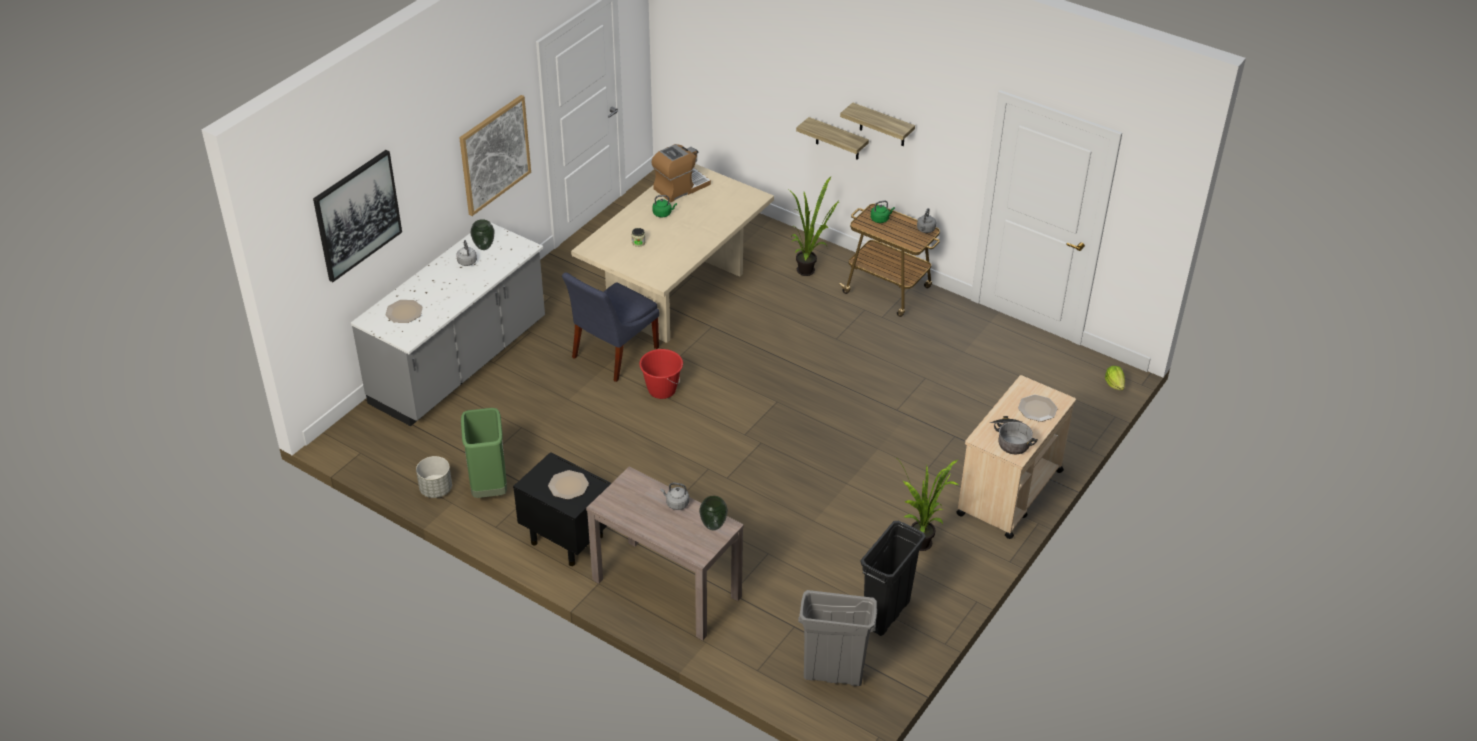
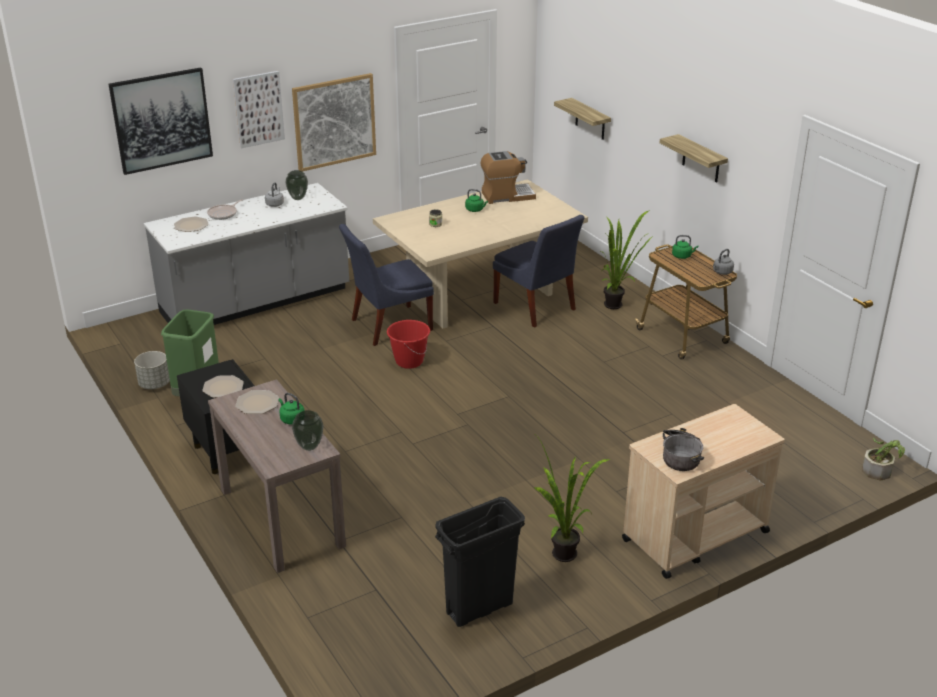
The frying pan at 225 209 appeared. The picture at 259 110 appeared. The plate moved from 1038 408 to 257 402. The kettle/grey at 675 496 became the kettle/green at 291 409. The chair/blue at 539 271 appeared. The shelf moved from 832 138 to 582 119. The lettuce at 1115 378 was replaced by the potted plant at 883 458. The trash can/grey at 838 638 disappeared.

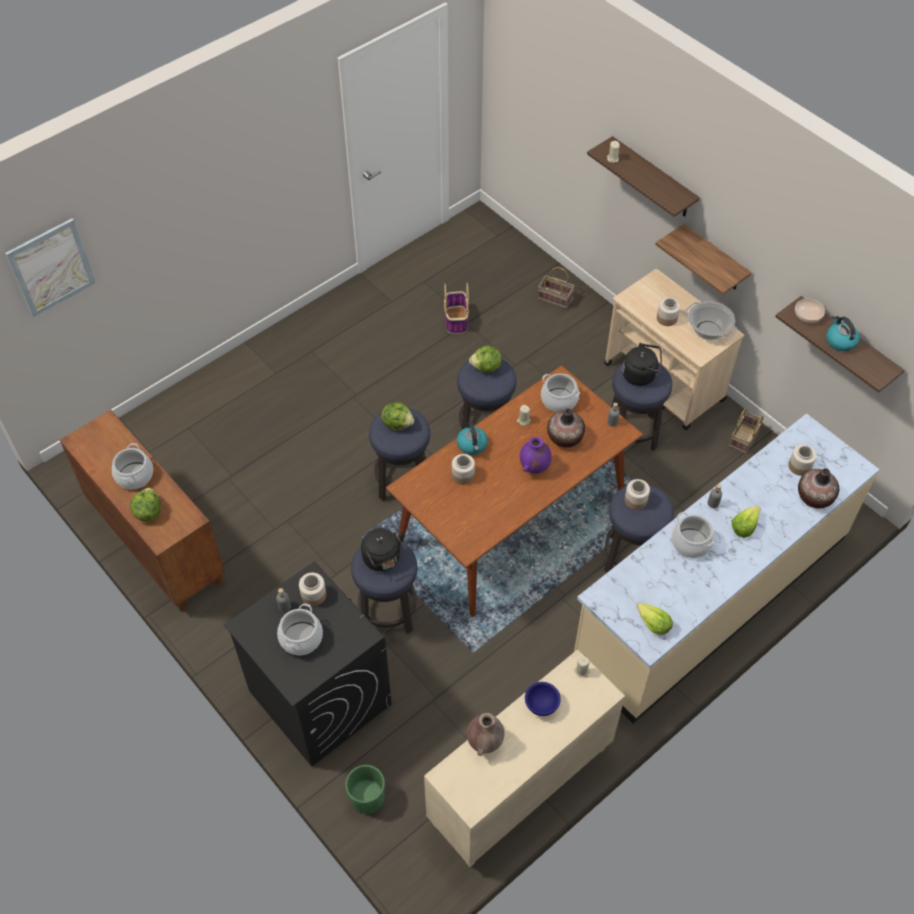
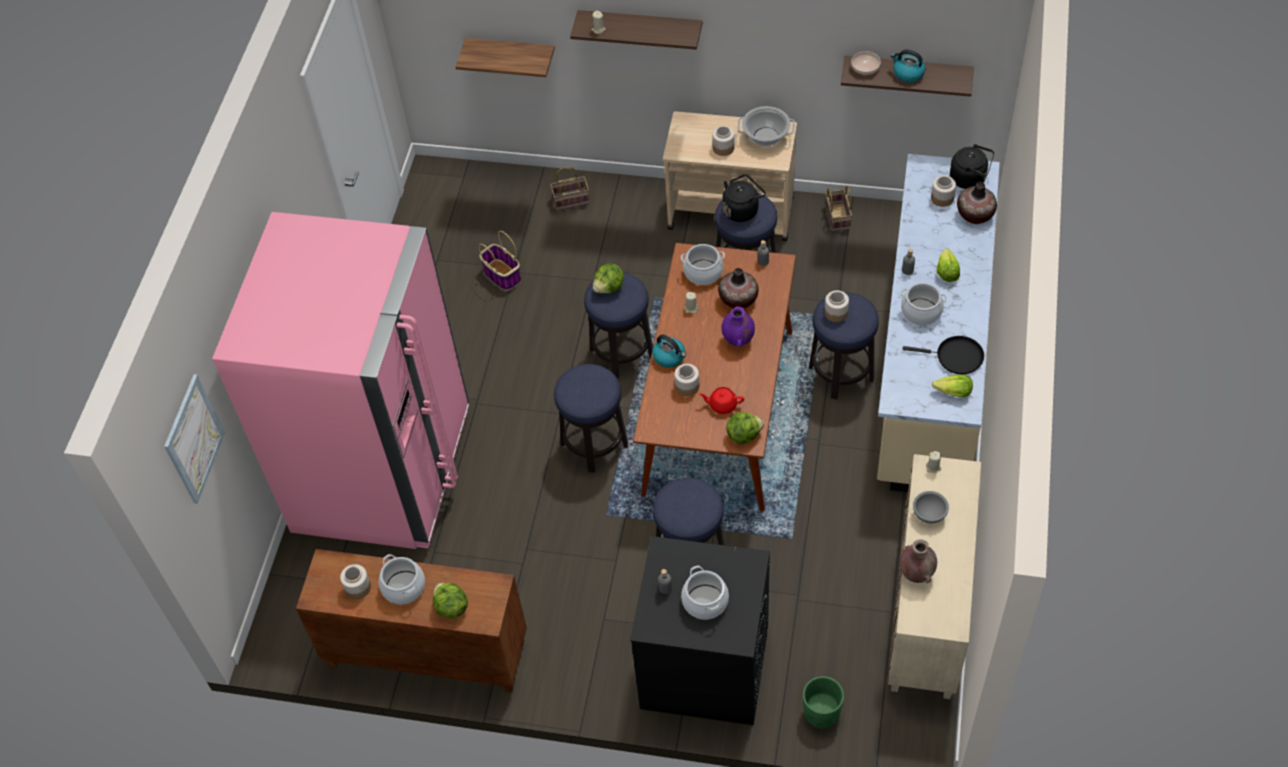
The fridge/pink at 340 380 appeared. The jar moved from 312 589 to 355 581. The shelf moved from 703 259 to 505 57. The teapot/red at 721 400 appeared. The lettuce moved from 397 416 to 745 428. The frying pan/black at 943 355 appeared. The bowl/blue at 543 699 became the bowl/grey at 931 507. The kettle/black moved from 383 549 to 972 166.

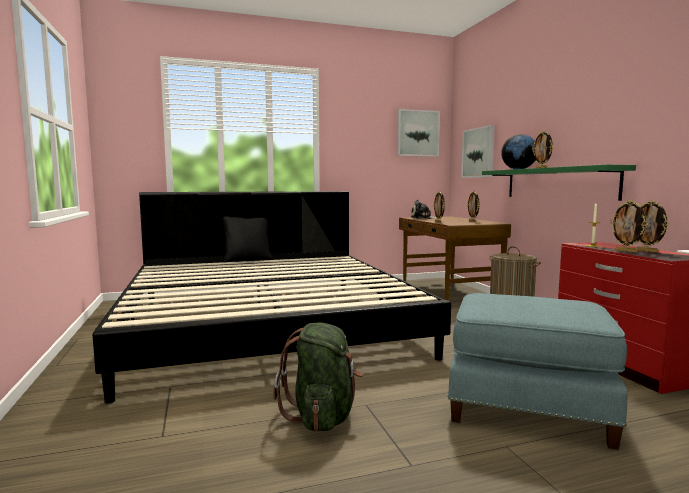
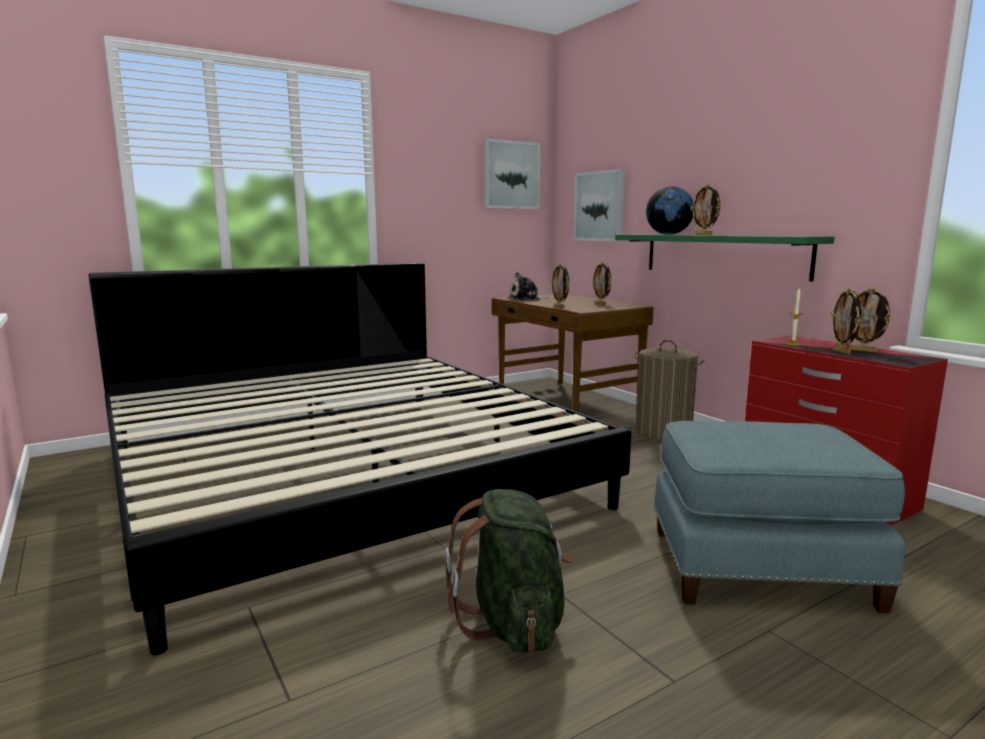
The picture frame at 629 226 turned 45 degrees clockwise. The pillow/black at 248 239 disappeared.

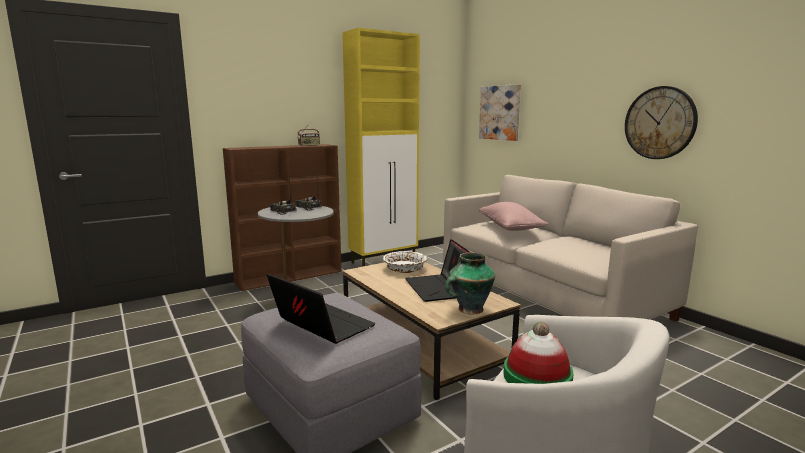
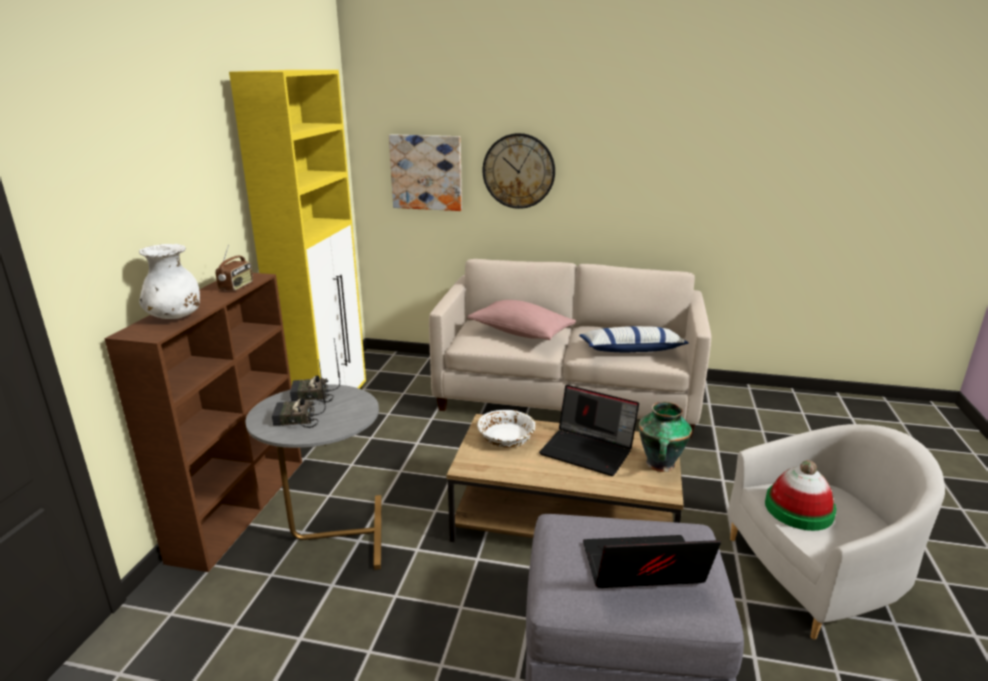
The vase/white at 169 281 appeared. The wall clock moved from 661 122 to 519 171. The pillow at 634 339 appeared.

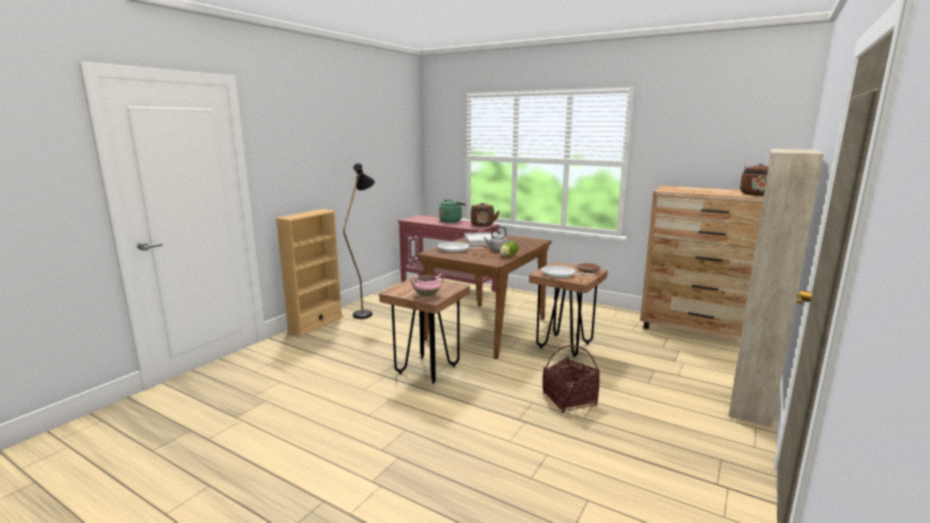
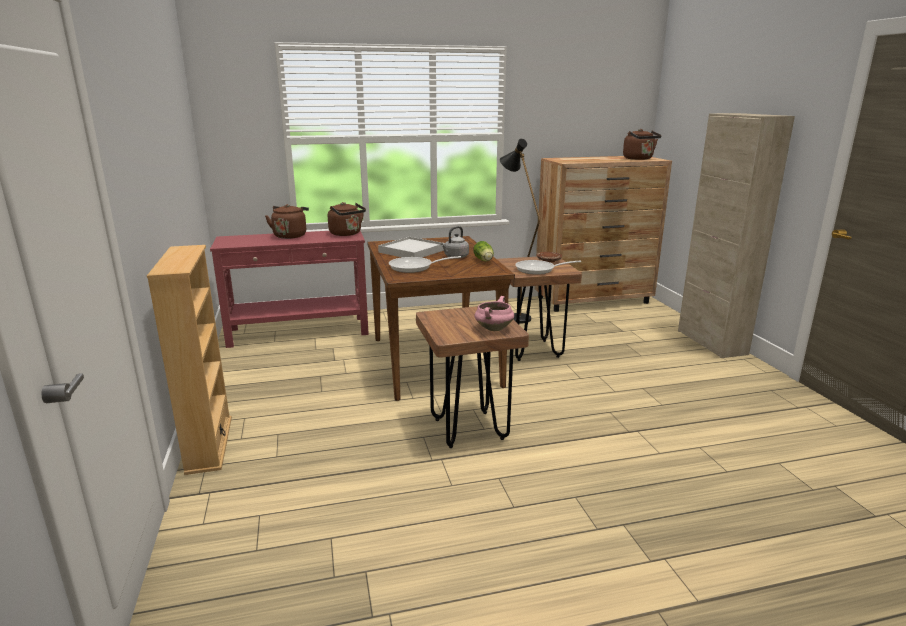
The kettle/green at 452 211 became the kettle/brown at 287 221. The floor lamp/black moved from 359 241 to 520 231. The basket at 571 379 disappeared.

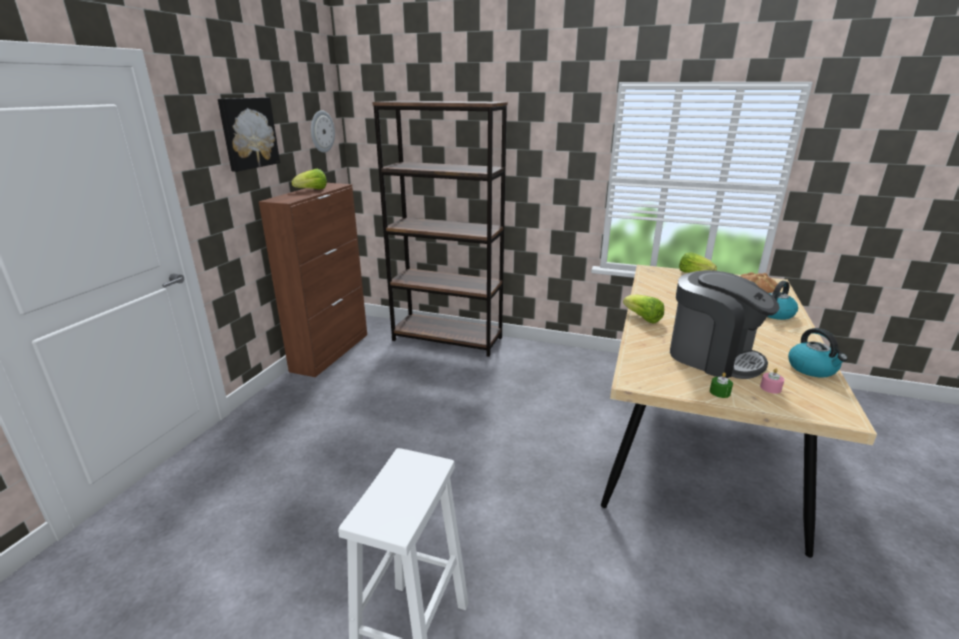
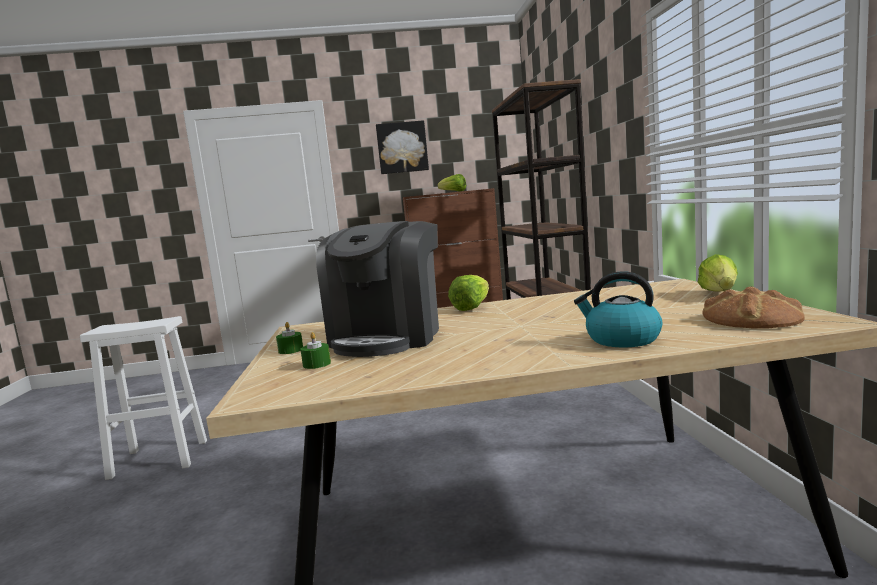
The candle/pink at 772 381 became the candle/green at 315 350. The wall clock at 323 131 disappeared. The kettle at 818 353 disappeared.

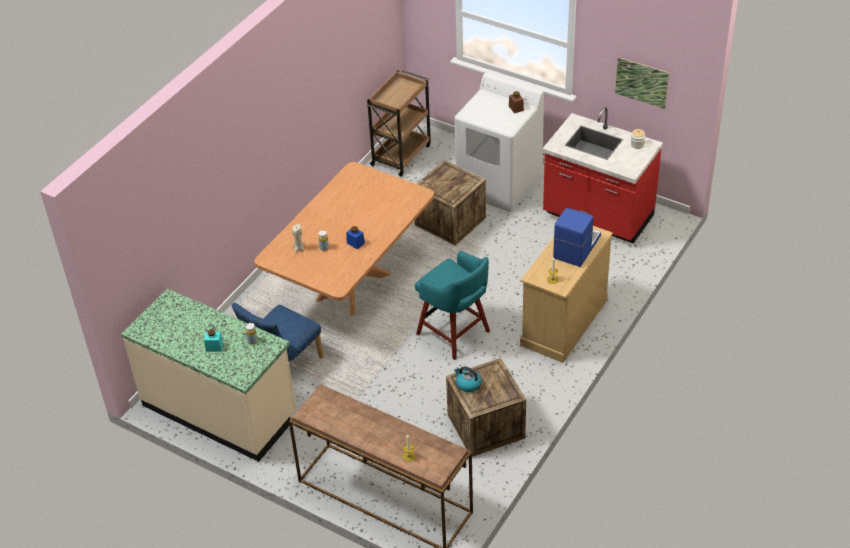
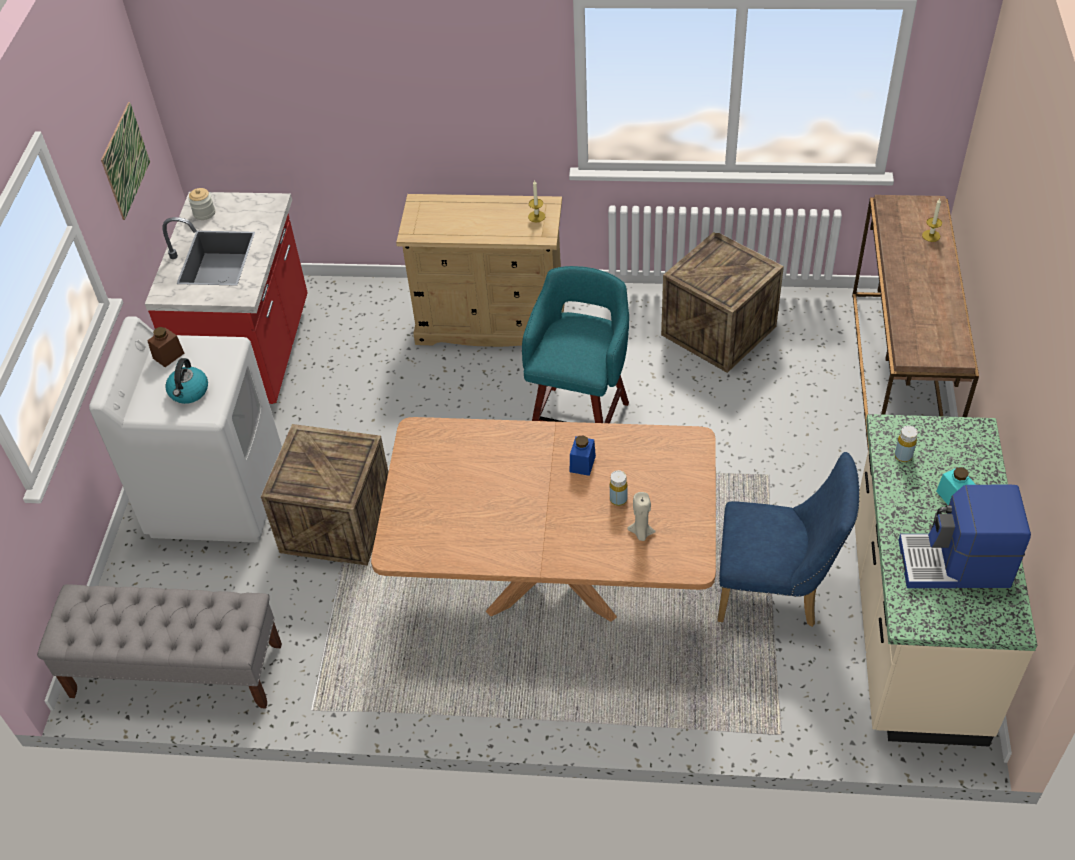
The cart/brown at 399 123 was replaced by the bench/grey at 159 646. The kettle moved from 468 379 to 186 381. The coffee machine moved from 577 237 to 964 536.

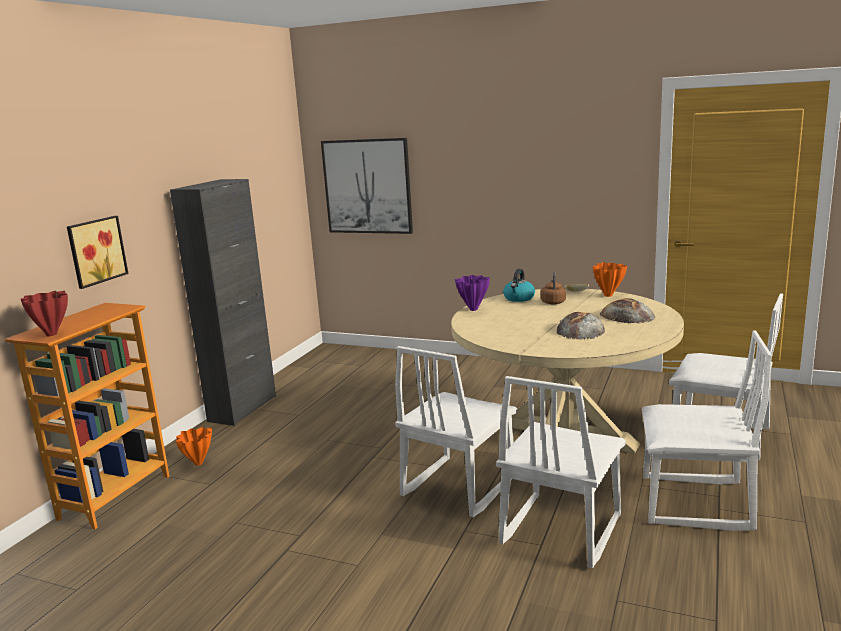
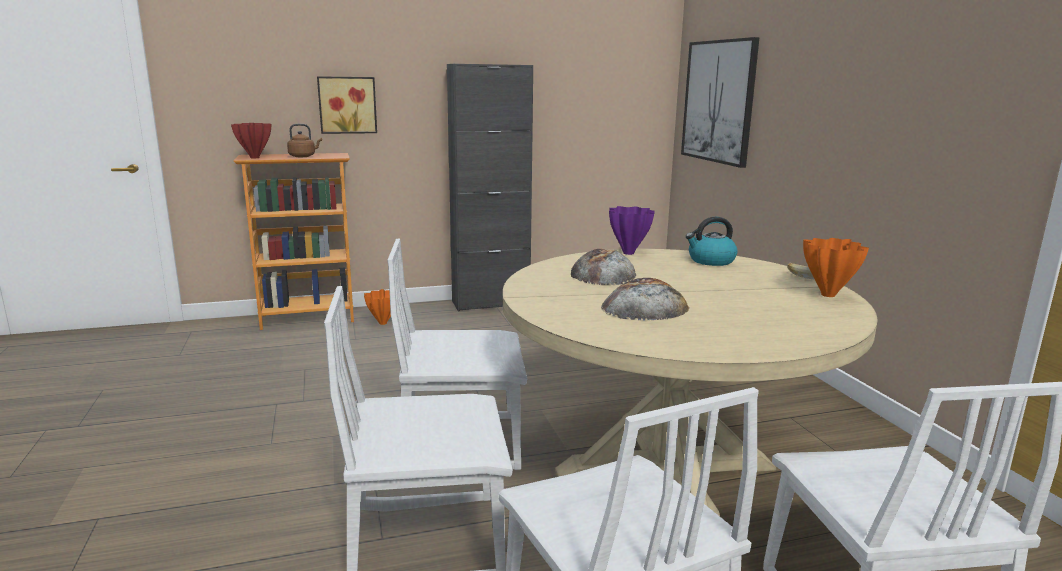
The kettle/brown moved from 553 288 to 304 140. The bread moved from 628 310 to 603 267.

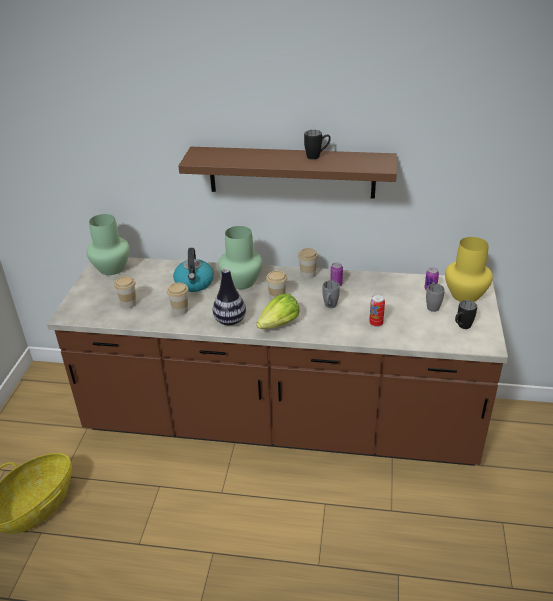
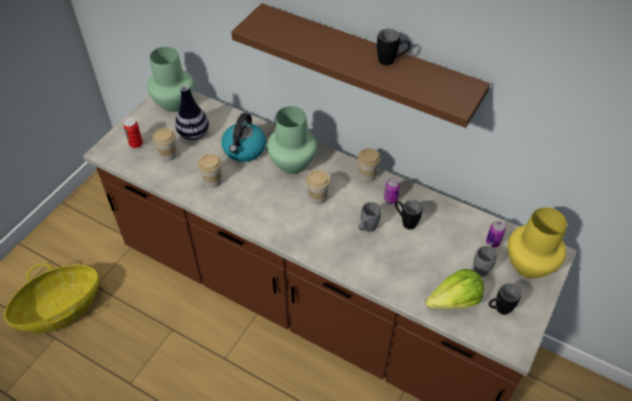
The can moved from 377 311 to 133 133. The vase moved from 229 296 to 192 112. The mug/black at 409 215 appeared. The lettuce moved from 278 311 to 454 289.

